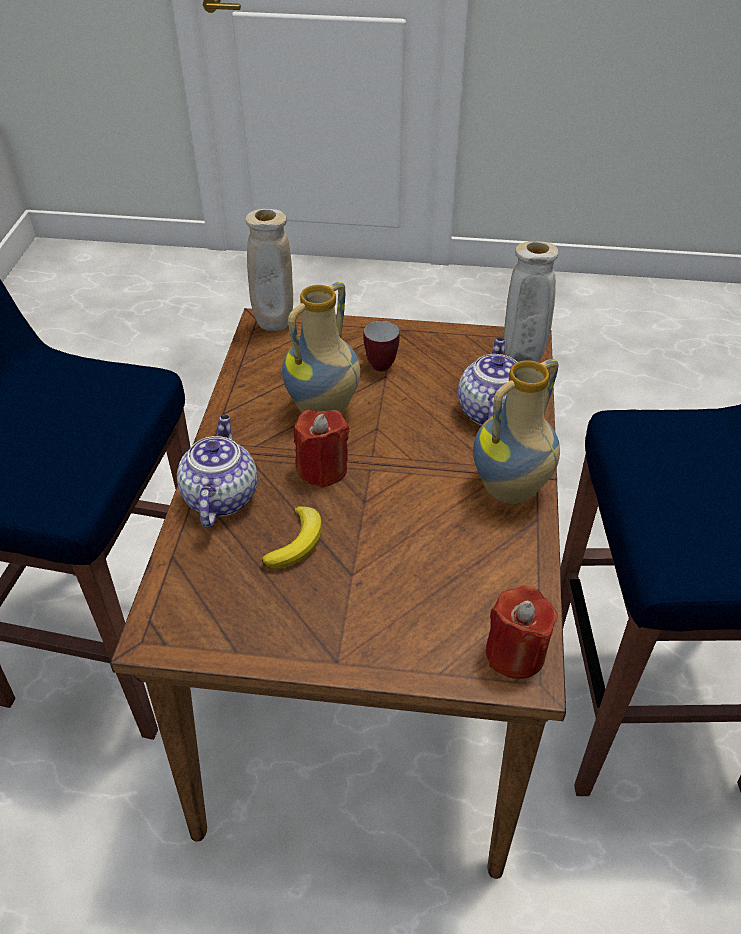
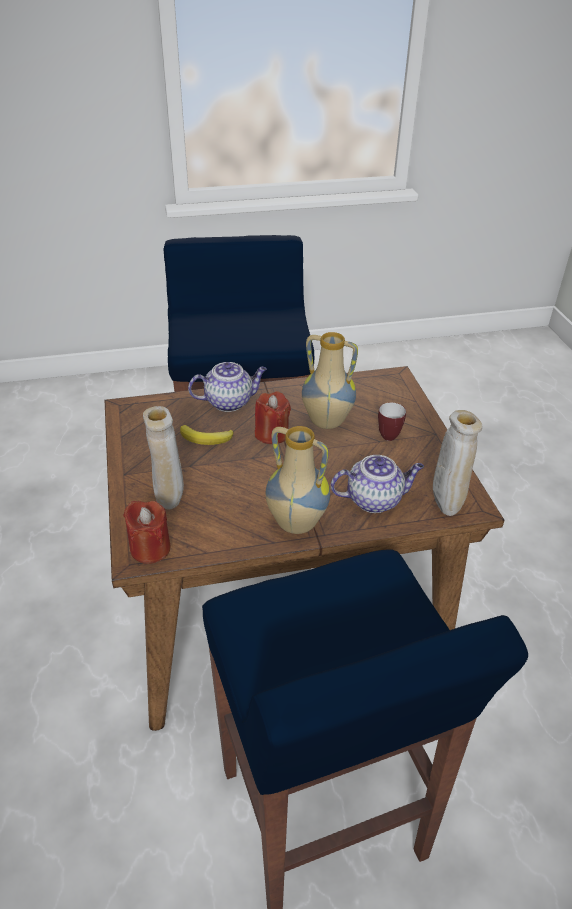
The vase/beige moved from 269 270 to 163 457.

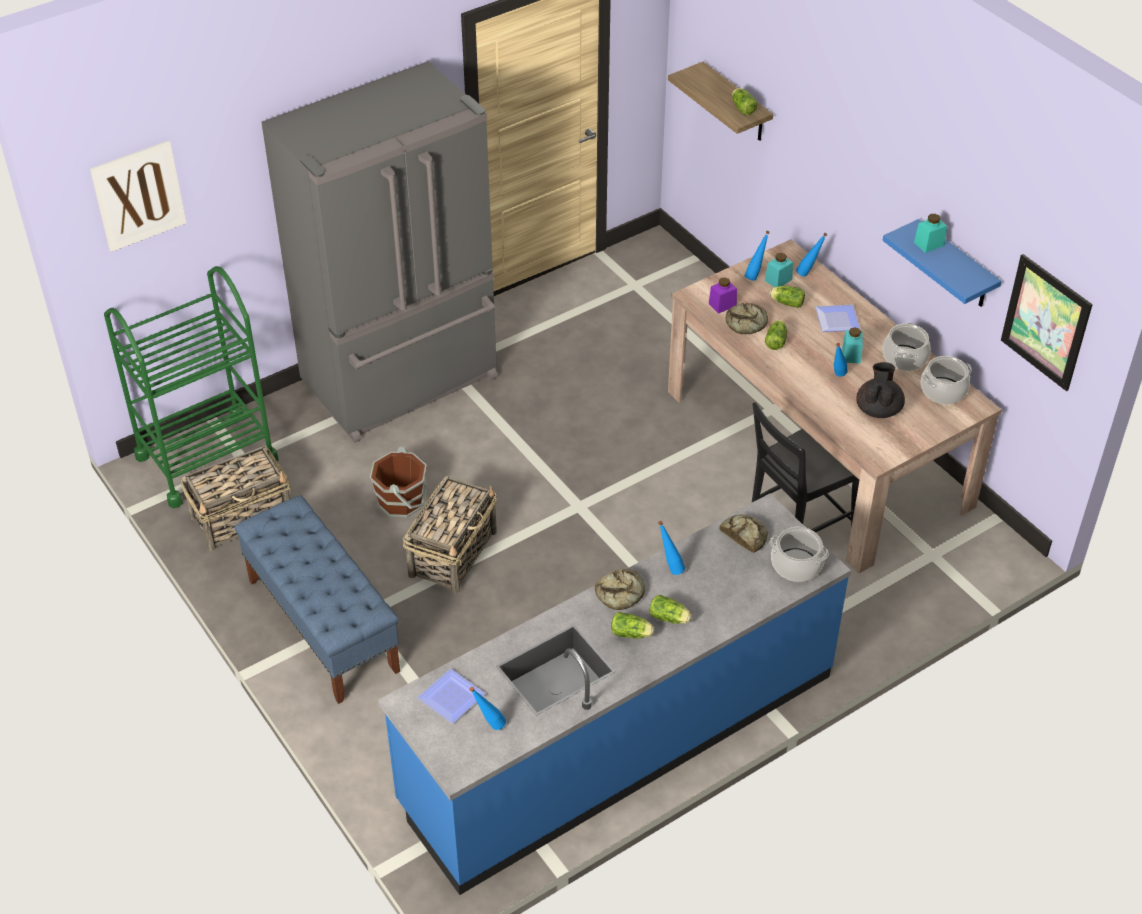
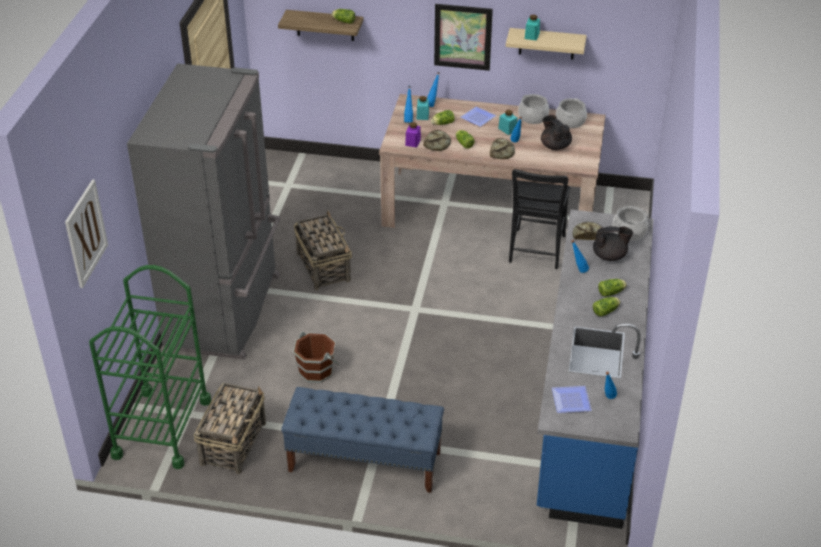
The basket moved from 450 534 to 323 250. The picture moved from 1047 322 to 463 37. The bread moved from 620 589 to 502 148. The shelf/blue at 942 263 became the shelf/beige at 546 43. The teapot/black at 613 243 appeared.

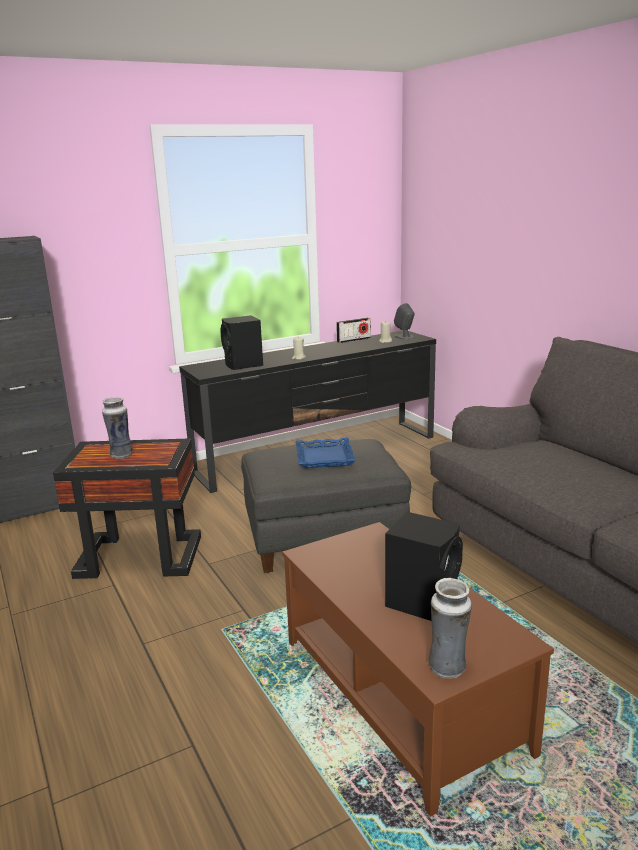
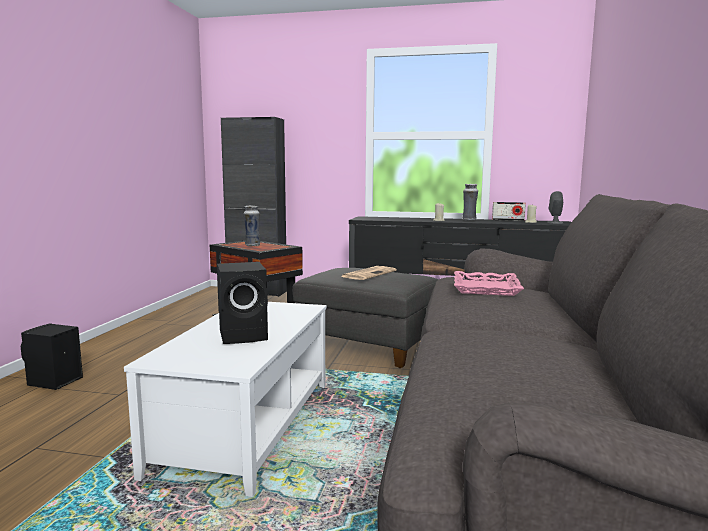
The speaker/black moved from 241 342 to 52 356. The coffee table/brown at 418 669 became the coffee table/white at 225 399. The tray/blue at 325 453 was replaced by the newspaper at 368 273. The tray/pink at 489 283 appeared. The vase moved from 450 628 to 470 202.

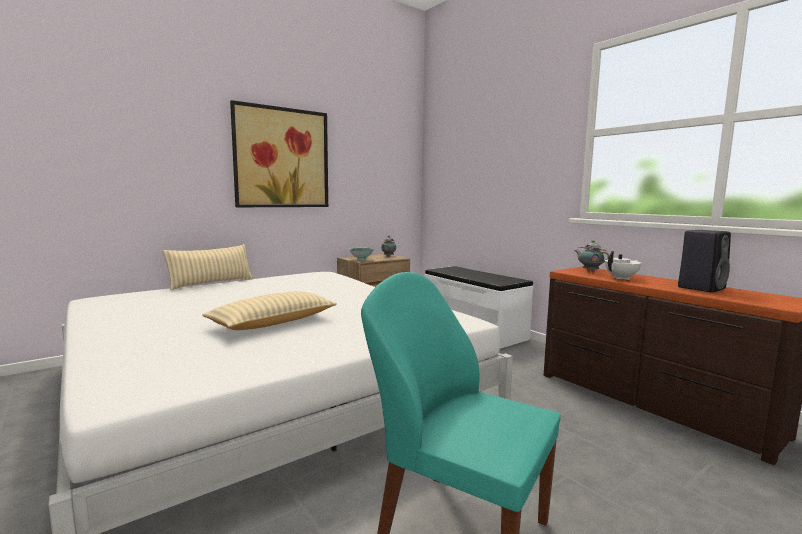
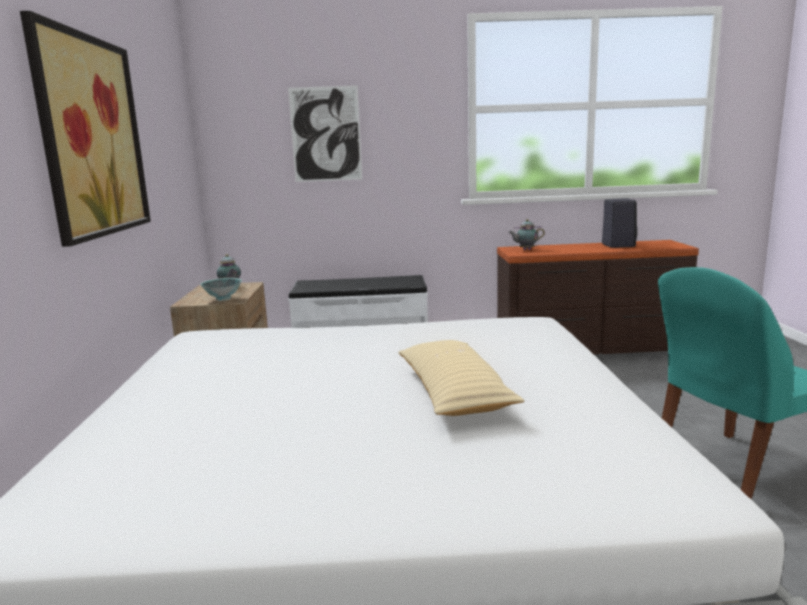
The picture at 325 133 appeared. The pillow/beige at 207 267 disappeared. The teapot/white at 623 265 disappeared.

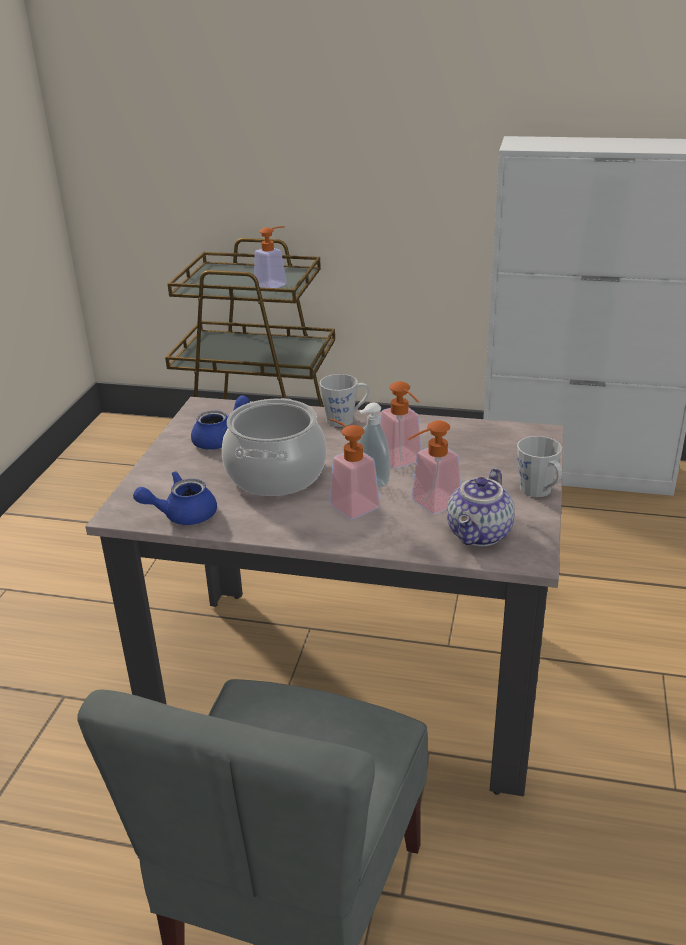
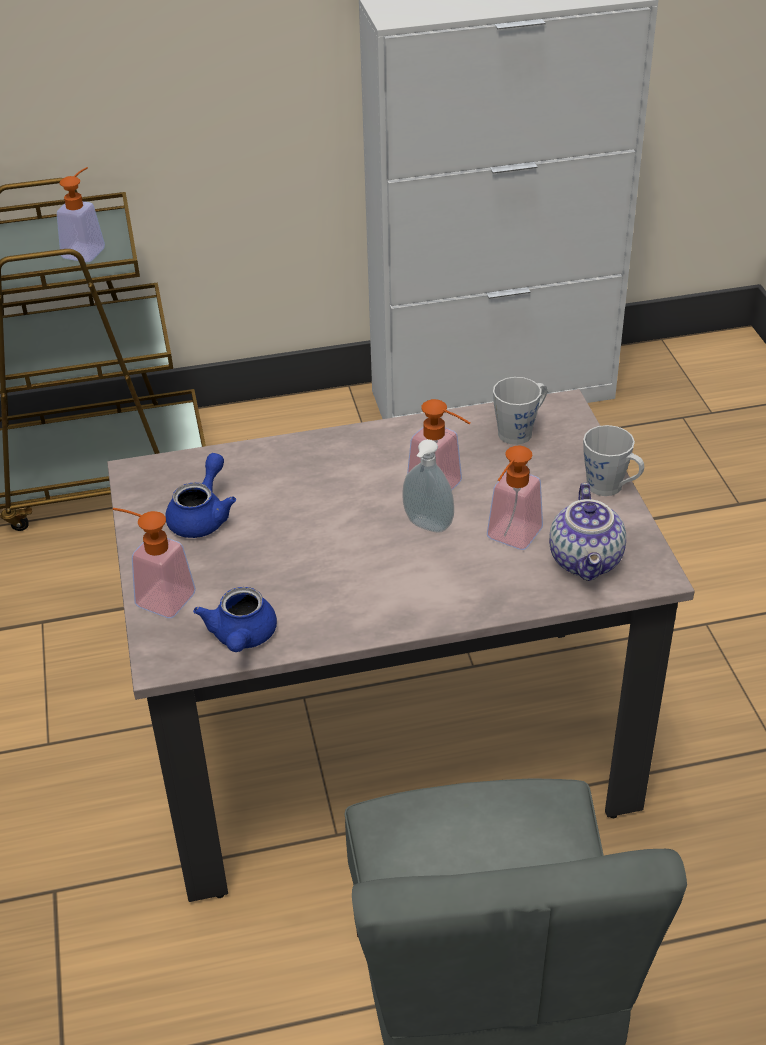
The soap dispenser moved from 354 468 to 154 563. The teapot/blue at 175 498 turned 45 degrees counterclockwise. The mug/grey moved from 344 400 to 520 411. The cooking pot at 274 447 disappeared.

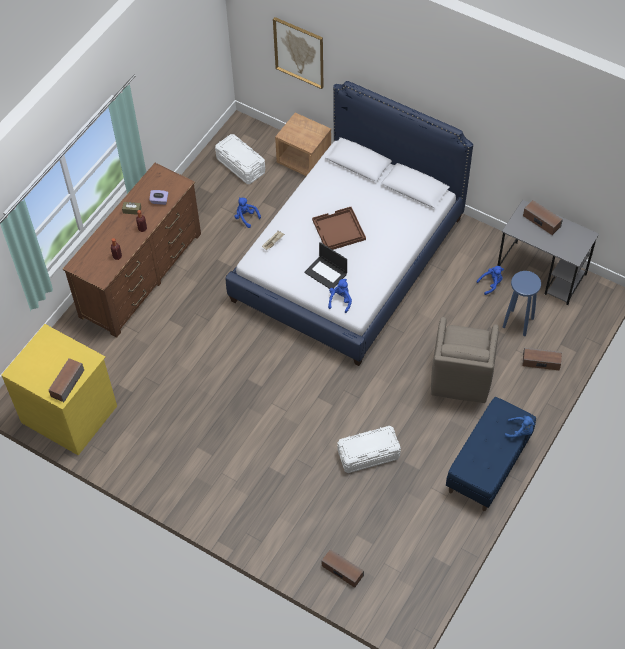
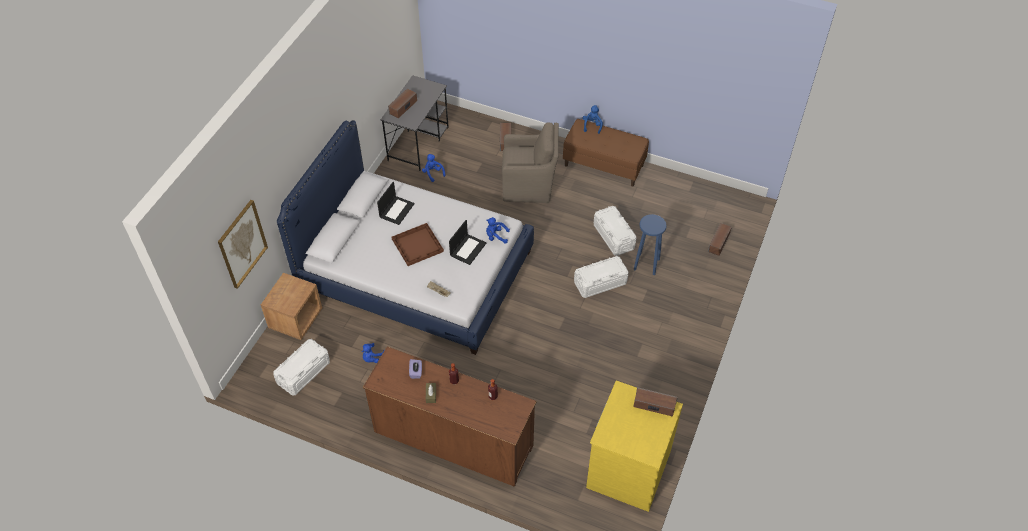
The laptop at 396 203 appeared. The bench/blue at 491 454 became the bench/brown at 606 153. The storage box/white at 601 277 appeared. The stool/blue moved from 522 303 to 650 244.

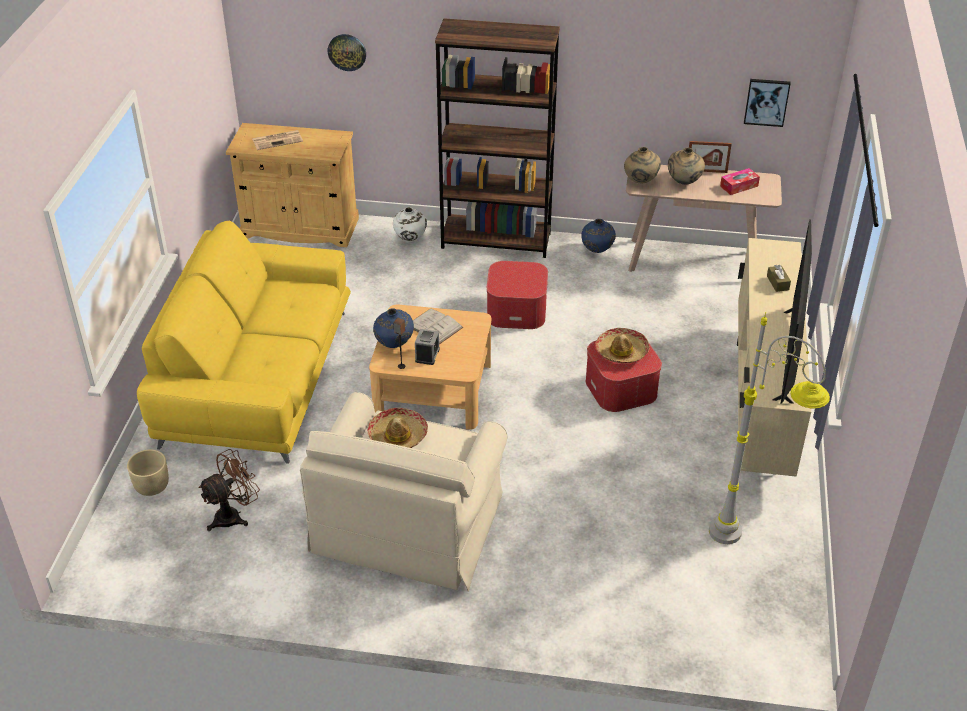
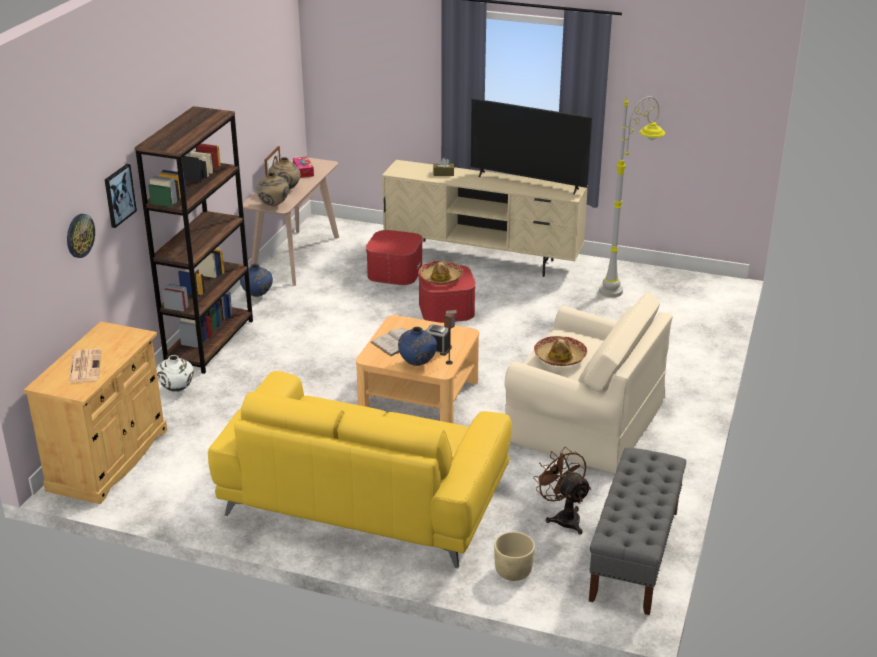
The picture moved from 767 103 to 121 196. The ottoman moved from 517 295 to 394 257. The bench/grey at 637 531 appeared.

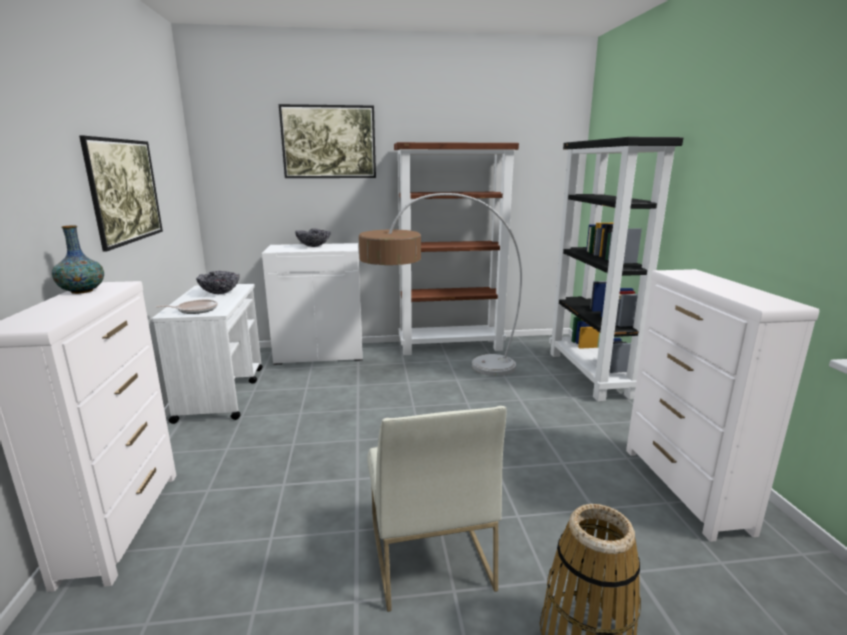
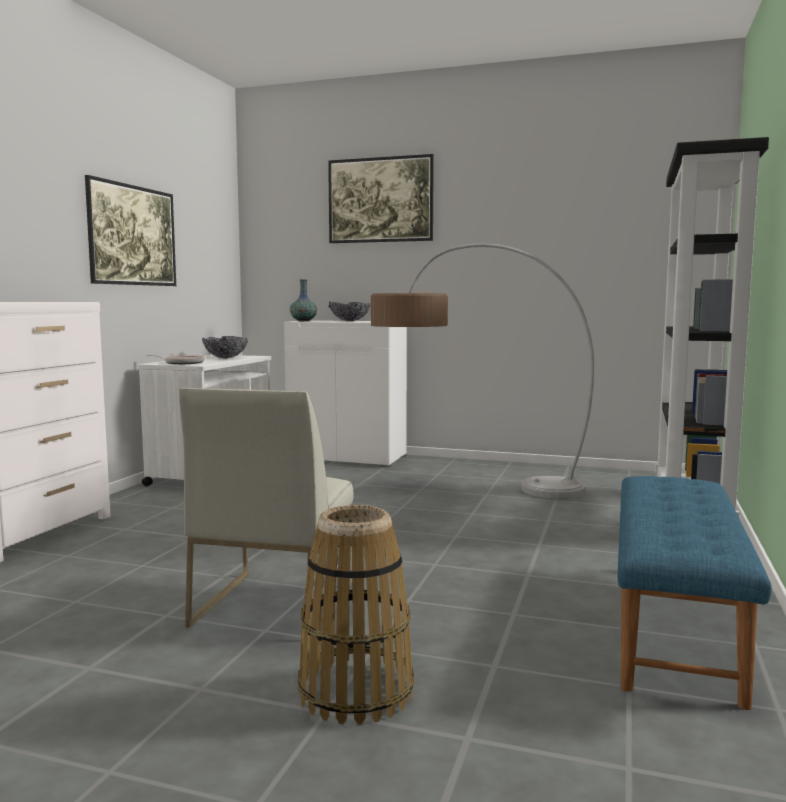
The vase moved from 78 259 to 303 300. The dresser/white at 723 405 was replaced by the bench/blue at 695 593. The bookcase/brown at 456 248 disappeared.

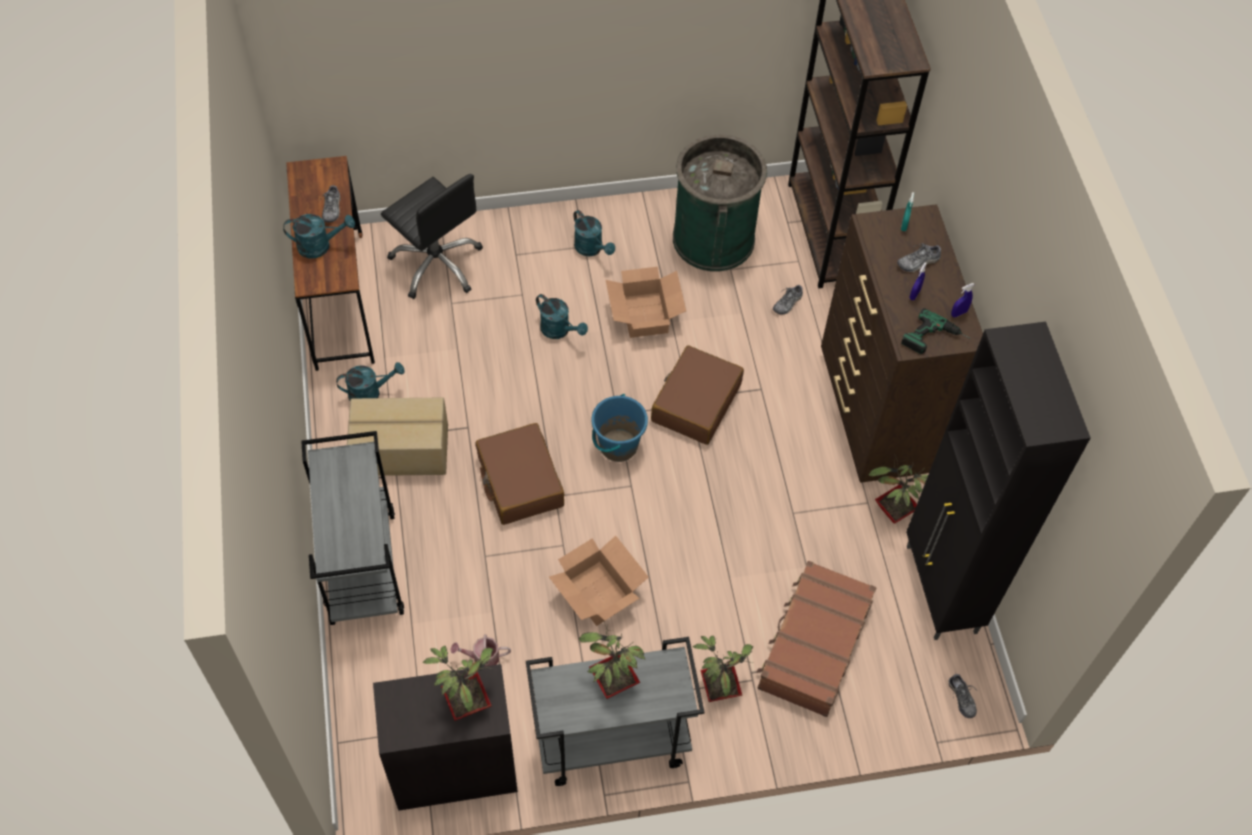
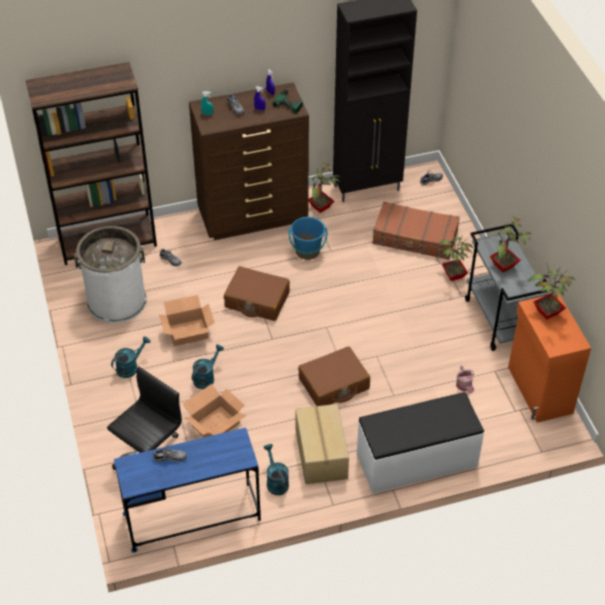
The trash can/green at 720 203 became the trash can/white at 110 274. The desk/brown at 330 263 became the desk/blue at 187 490. The cardboard box moved from 598 580 to 215 410. The bucket/blue moved from 619 428 to 307 238. The cart/grey at 352 528 was replaced by the bench/white at 420 443. The cabinet/black at 445 737 became the cabinet/orange at 549 357. The watering can/turquoise at 319 236 disappeared.

